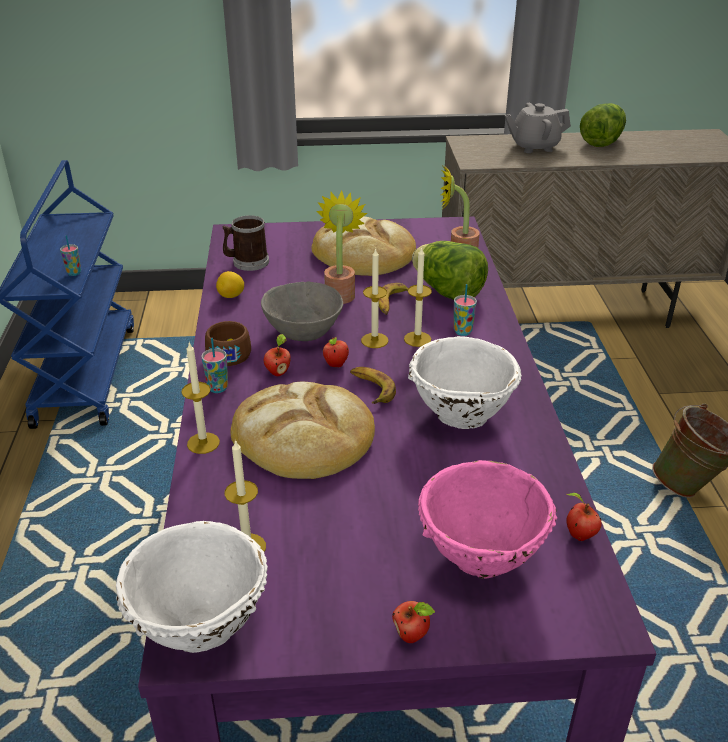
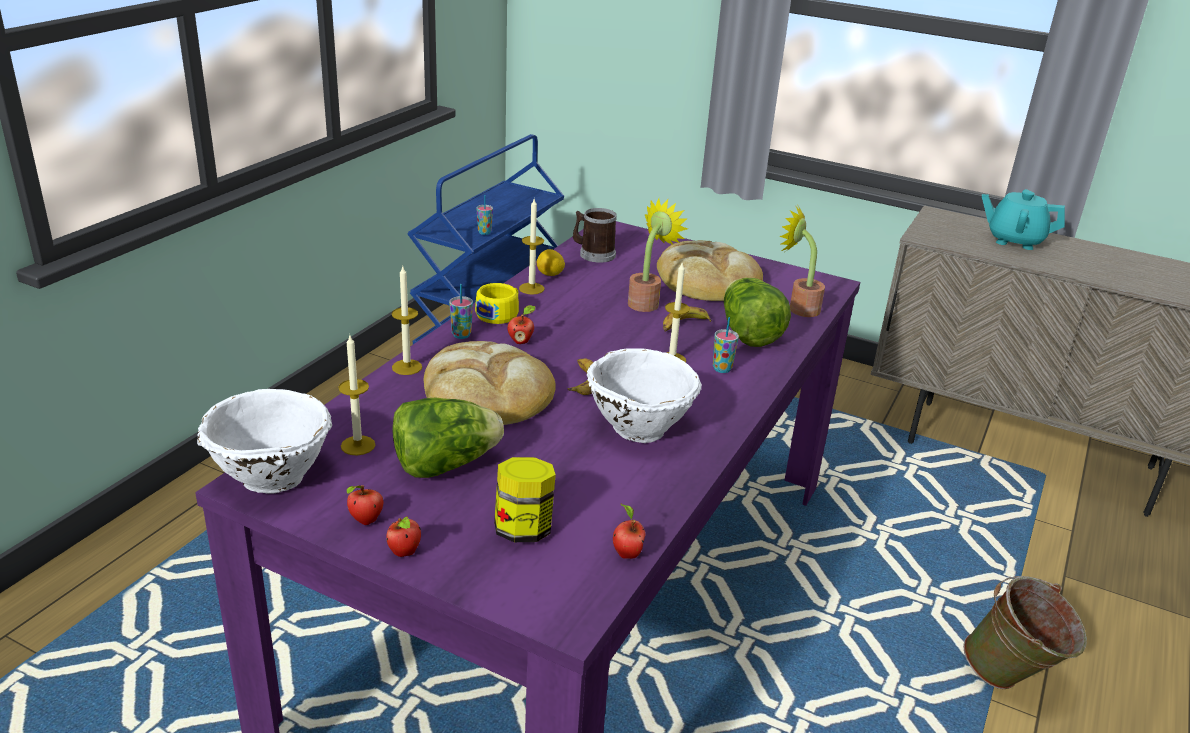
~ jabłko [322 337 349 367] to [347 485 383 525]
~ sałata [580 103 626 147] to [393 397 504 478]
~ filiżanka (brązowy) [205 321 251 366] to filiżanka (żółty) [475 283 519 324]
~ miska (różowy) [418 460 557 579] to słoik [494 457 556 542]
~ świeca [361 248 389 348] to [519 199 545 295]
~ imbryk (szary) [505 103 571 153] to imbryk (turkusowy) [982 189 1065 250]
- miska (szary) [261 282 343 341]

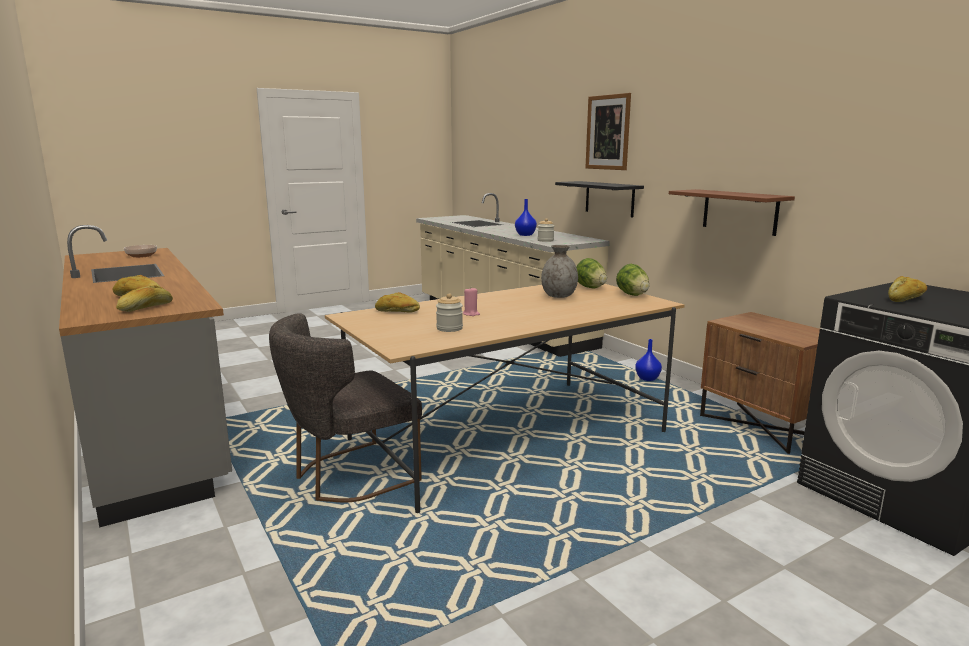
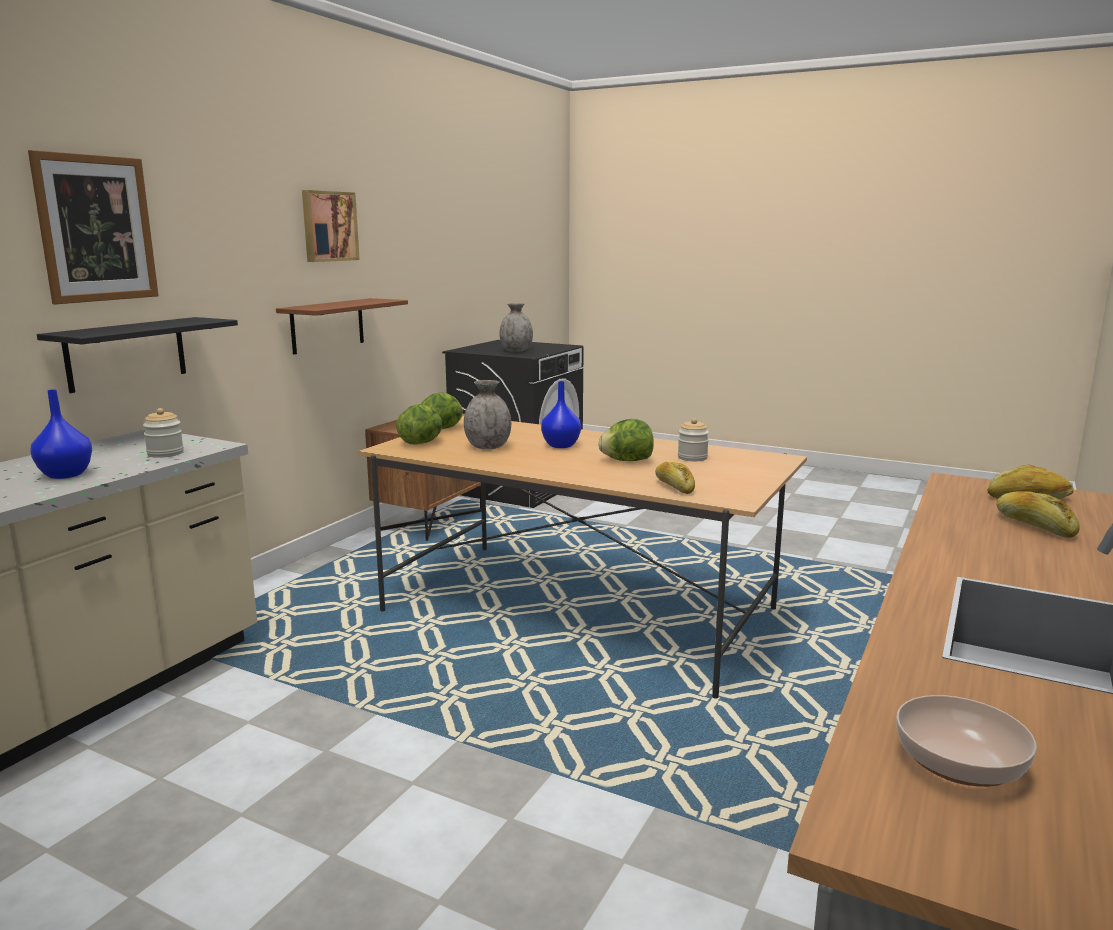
+ obraz [302 190 360 262]
~ chleb [888 276 927 302] to wazon (szary) [499 303 533 352]
~ wazon (niebieski) [635 339 662 381] to [541 381 581 448]
~ świeca (różowy) [463 288 480 316] to sałata [598 419 654 461]
- krzesło (szary) [269 313 422 503]

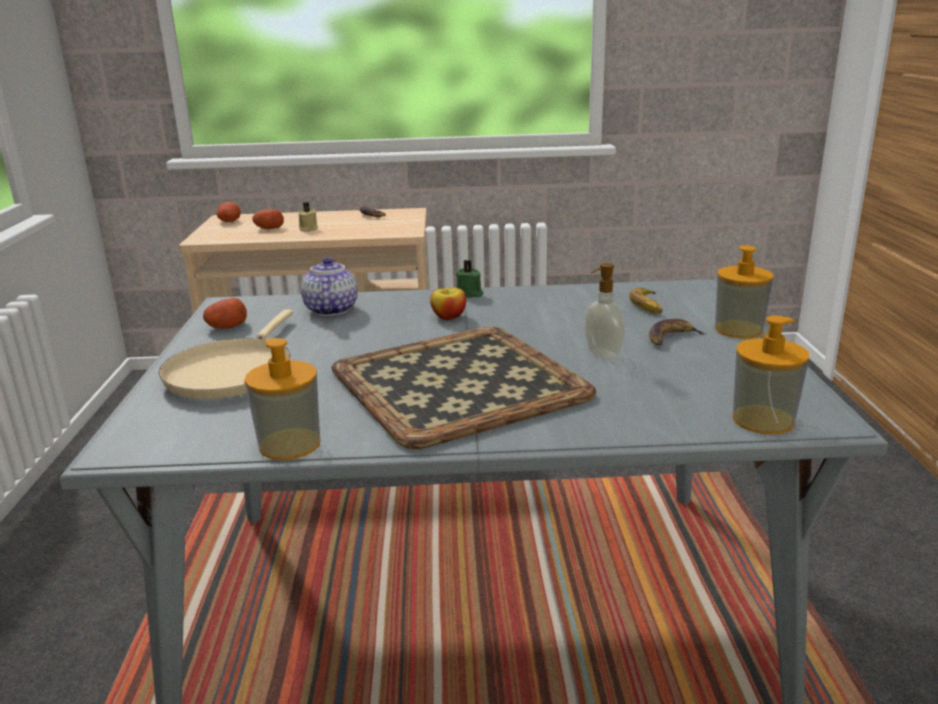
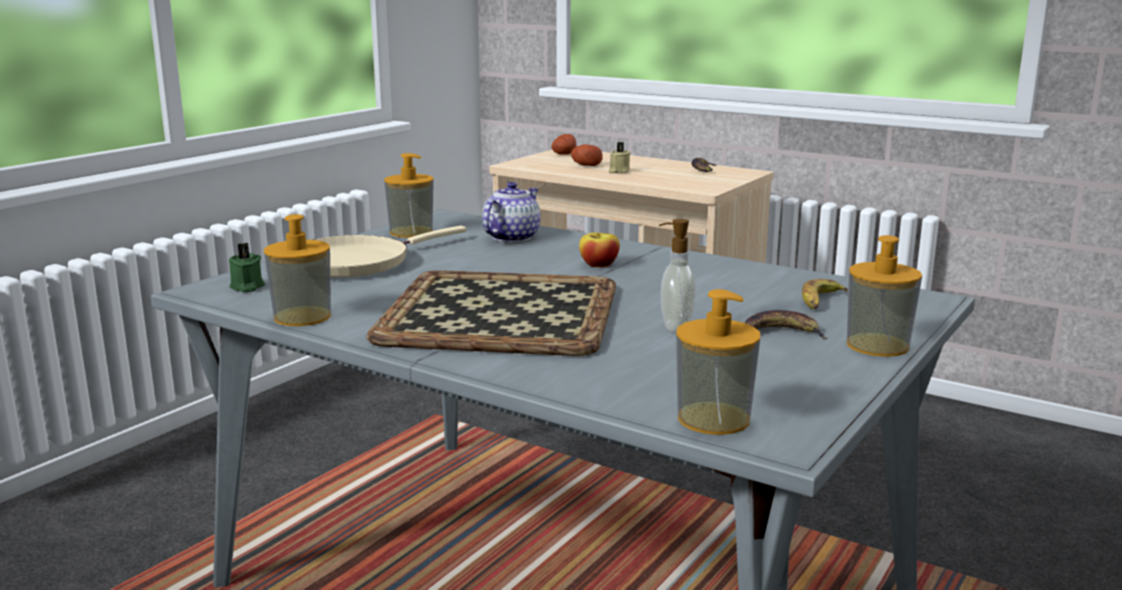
~ świeca (zielony) [456 260 483 298] to [229 243 265 292]
~ ziemniak [203 298 247 329] to dozownik mydła [384 153 434 238]

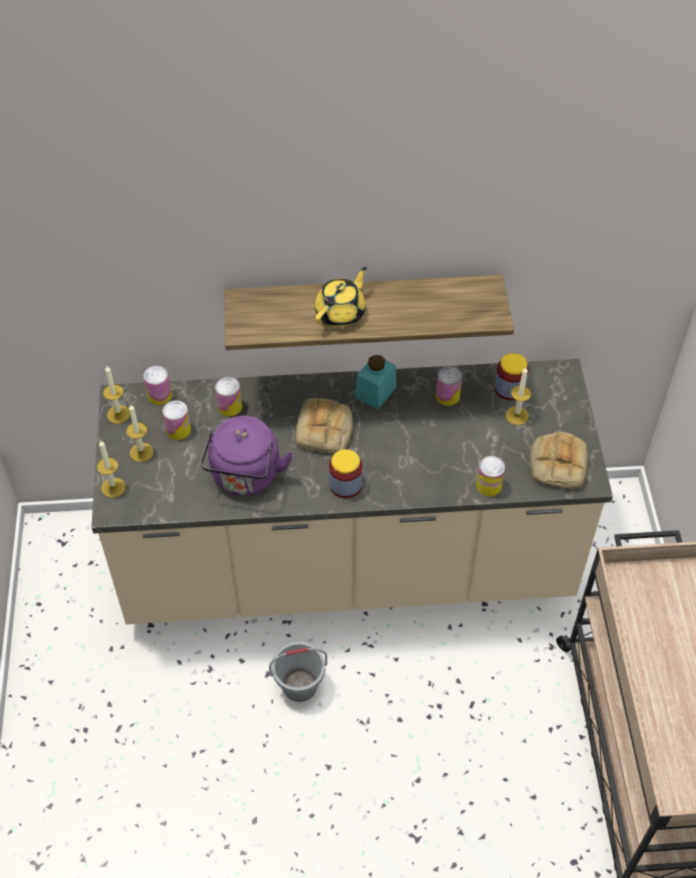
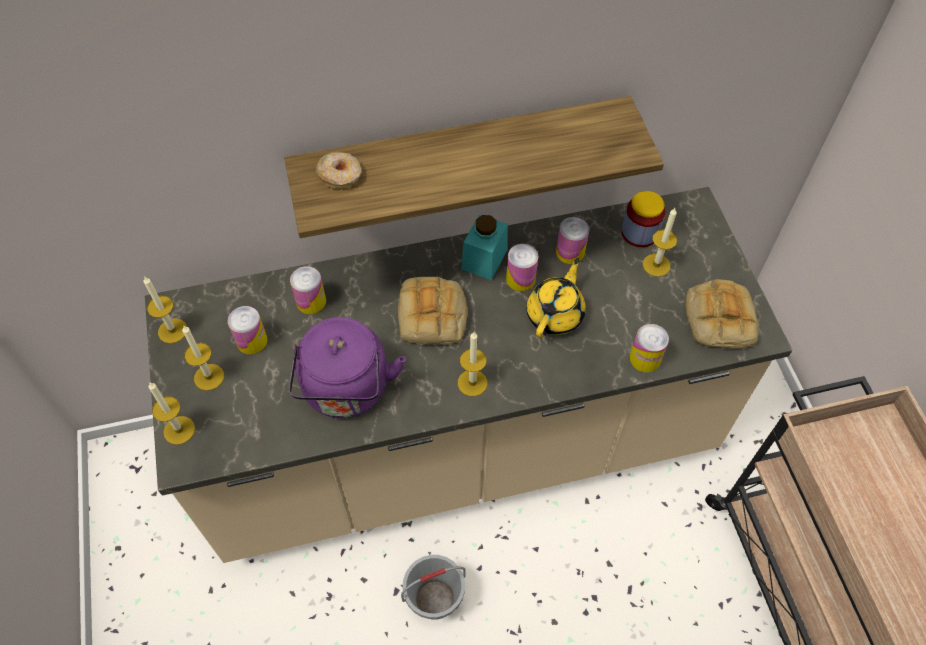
+ donut [316 152 362 189]
~ słoik [329 449 363 498] to świeca [458 332 487 396]
~ puszka [144 366 172 405] to [506 244 538 291]
~ imbryk (żółty) [315 266 367 327] to [526 258 586 338]

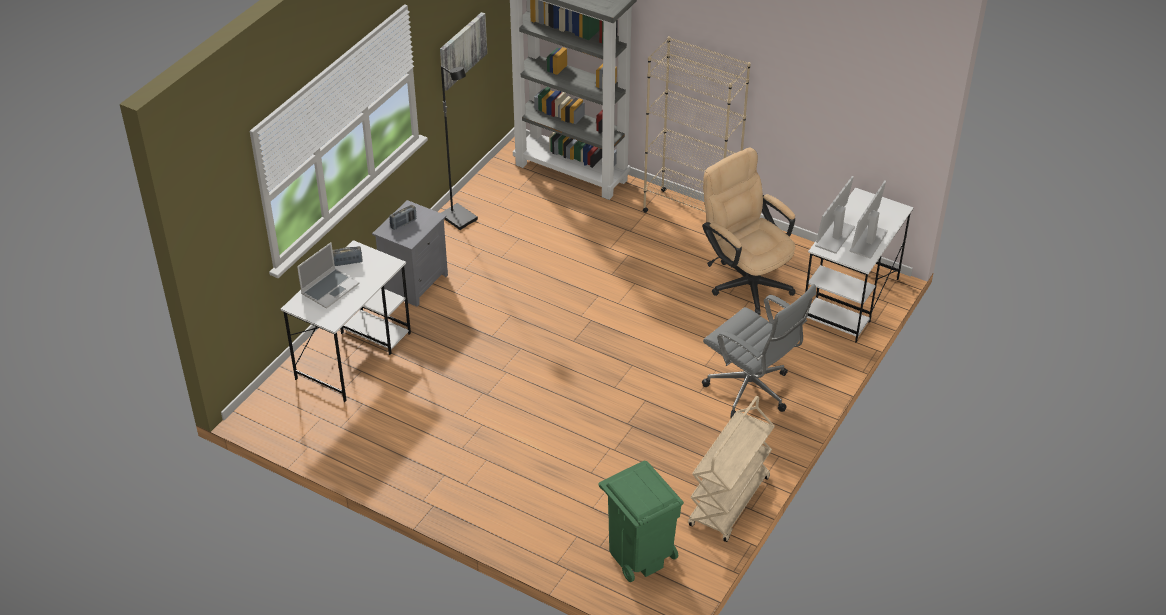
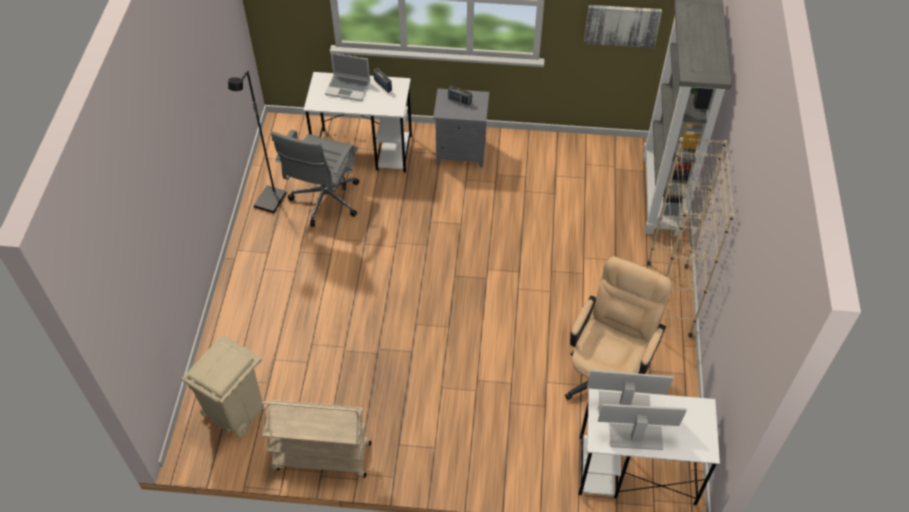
~ kosz na śmieci (zielony) [599 461 684 582] to kosz na śmieci (beżowy) [181 335 263 438]
~ lampa stojąca (czarny) [441 66 478 230] to [228 70 287 213]
~ krzesło biurowe (szary) [702 284 816 418] to [271 130 359 227]

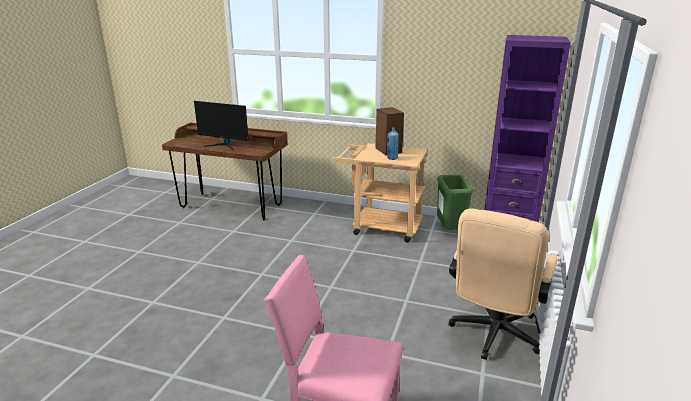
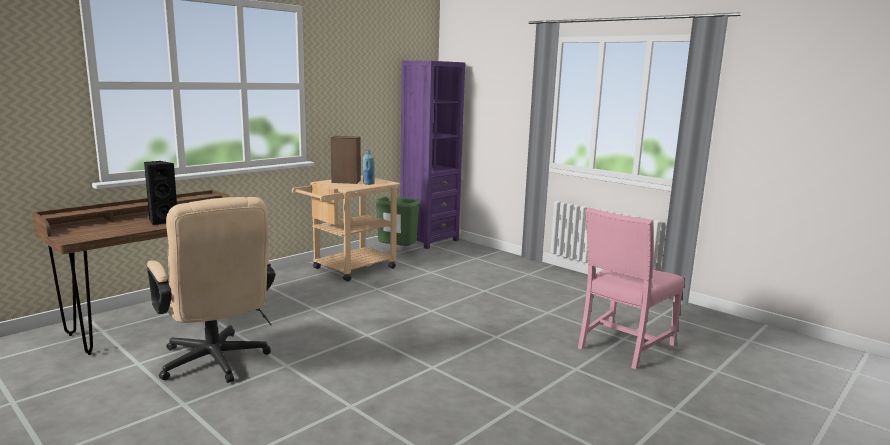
~ monitor [194 101 249 151] to głośnik (czarny) [144 161 177 225]
~ krzesło biurowe (beżowy) [449 208 558 360] to [147 197 275 383]

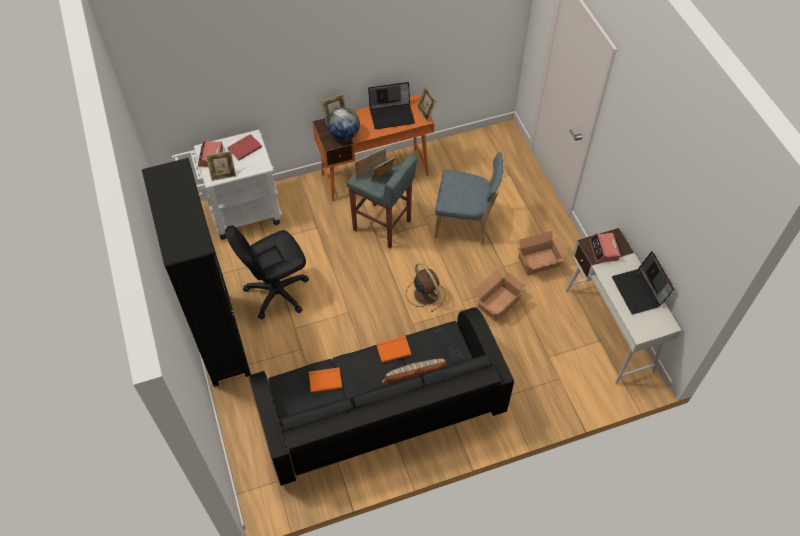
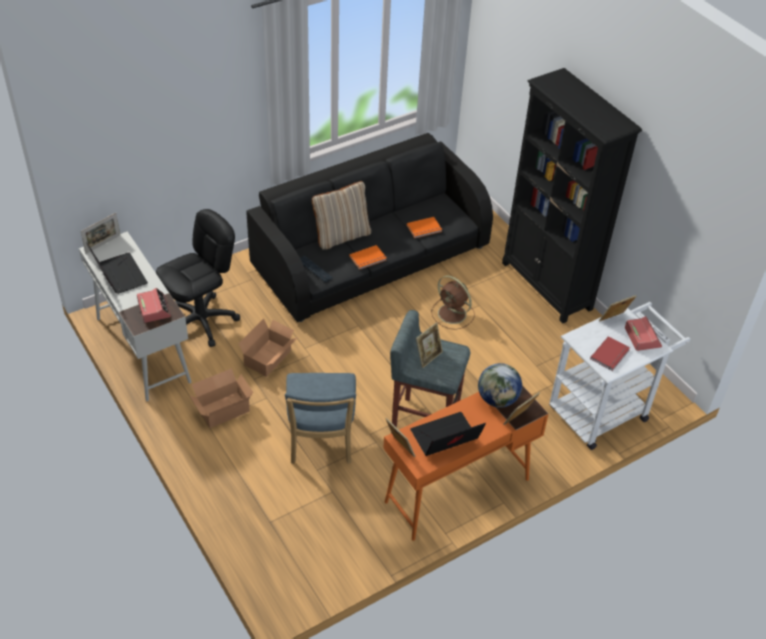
~ ramka na zdjęcie [354 148 386 179] to [80 213 120 254]
~ krzesło biurowe (czarny) [225 225 309 319] to [156 209 240 347]
~ krzesło (niebieski) [434 152 505 245] = [285 373 356 464] 90 degrees counterclockwise
~ wentylator (brązowy) [406 263 445 312] to [431 276 475 330]

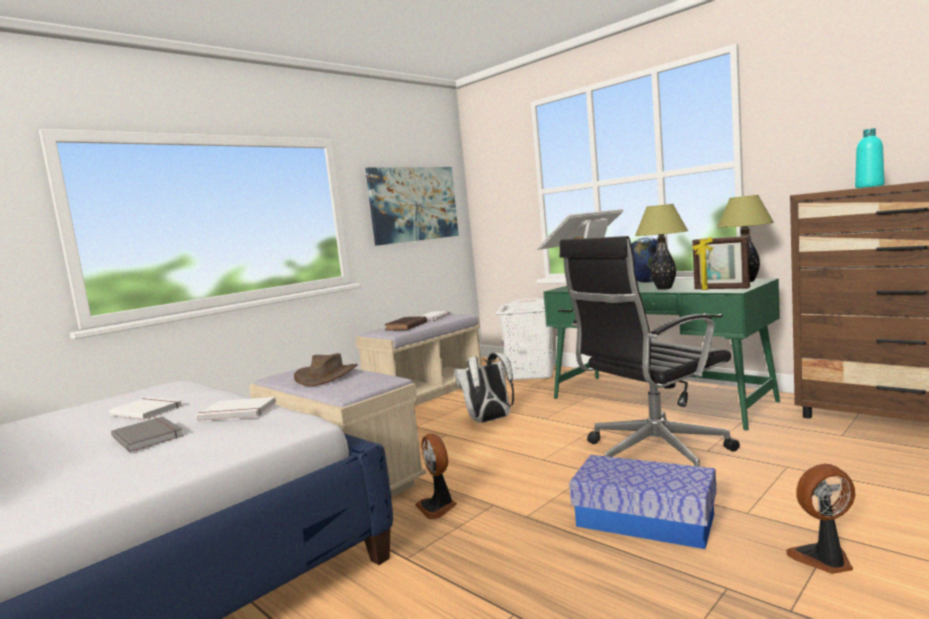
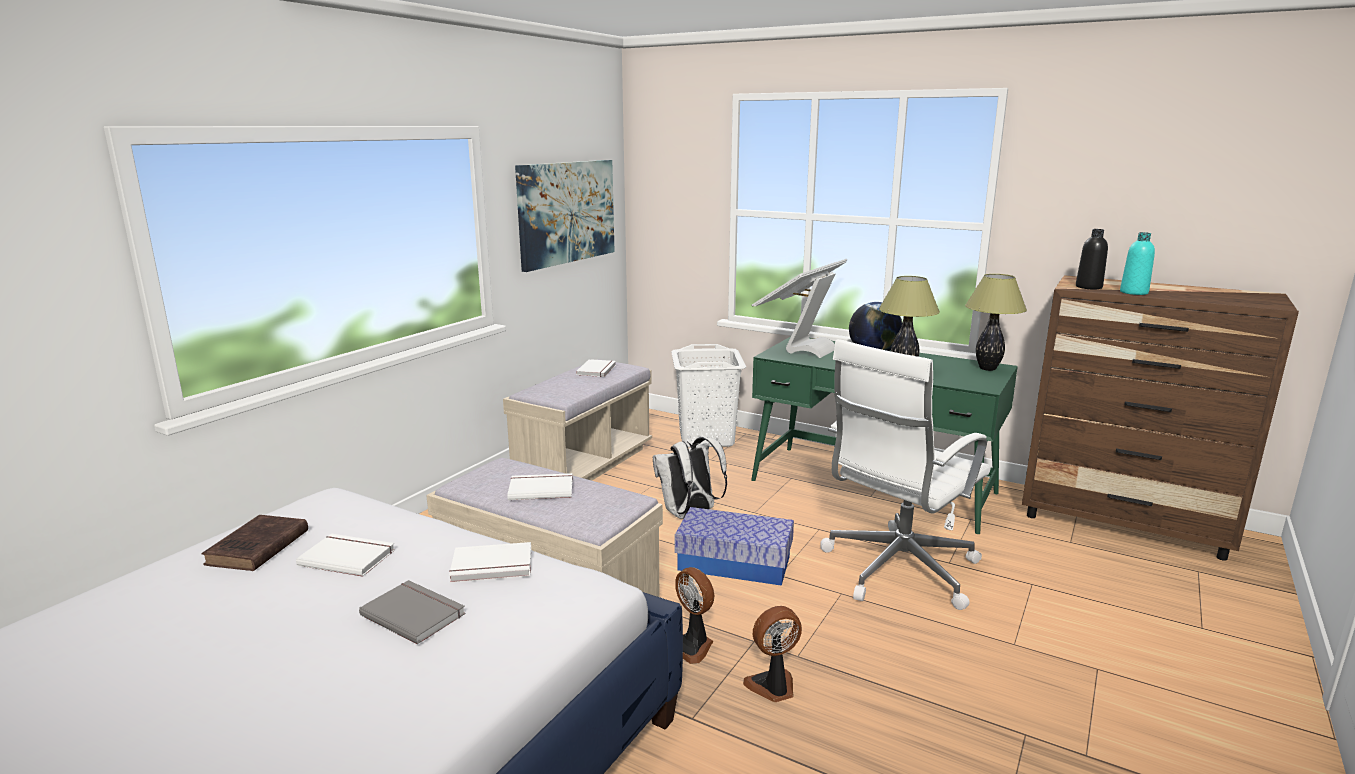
~ książka (brązowy) [384 316 427 331] to [201 515 308 571]
~ kapelusz (brązowy) [294 353 358 386] to książka (biały) [507 473 573 500]
~ pojemnik do przechowywania [569 455 717 549] to [675 507 794 586]
~ wentylator [786 464 855 574] to [743 606 802 702]
~ krzesło biurowe (czarny) [559 236 740 467] to krzesło biurowe (biały) [820 339 991 610]
+ butelka (czarny) [1076 229 1108 289]
- ramka na zdjęcie [692 236 750 290]

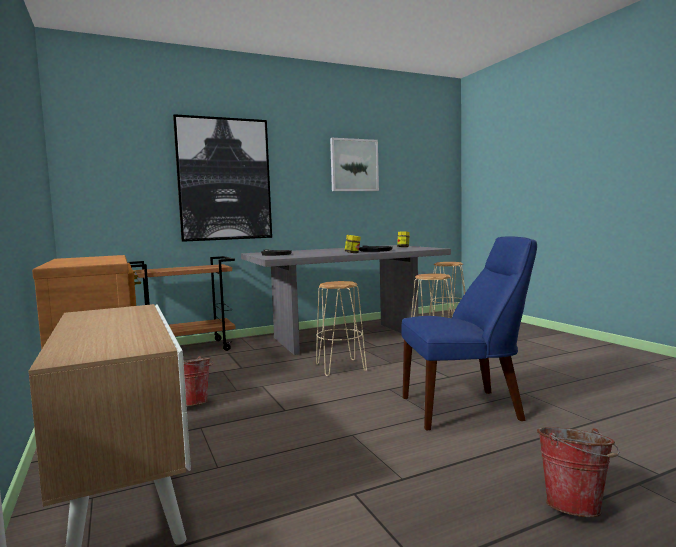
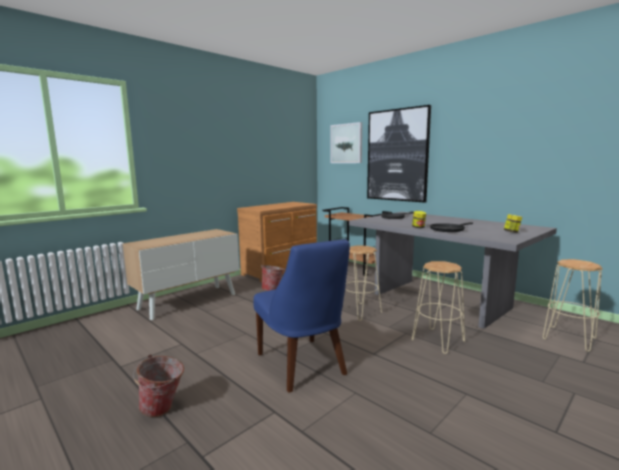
~ obraz [330 138 379 191] to [330 122 362 163]

